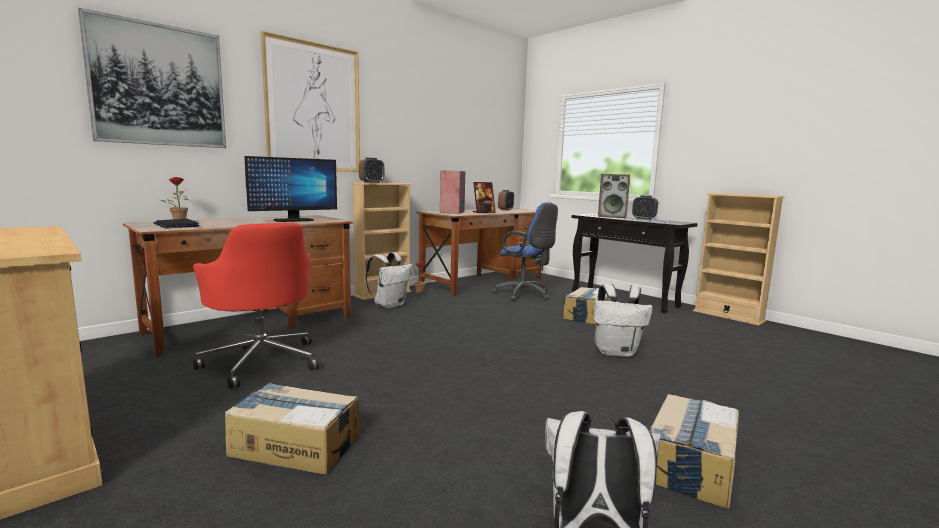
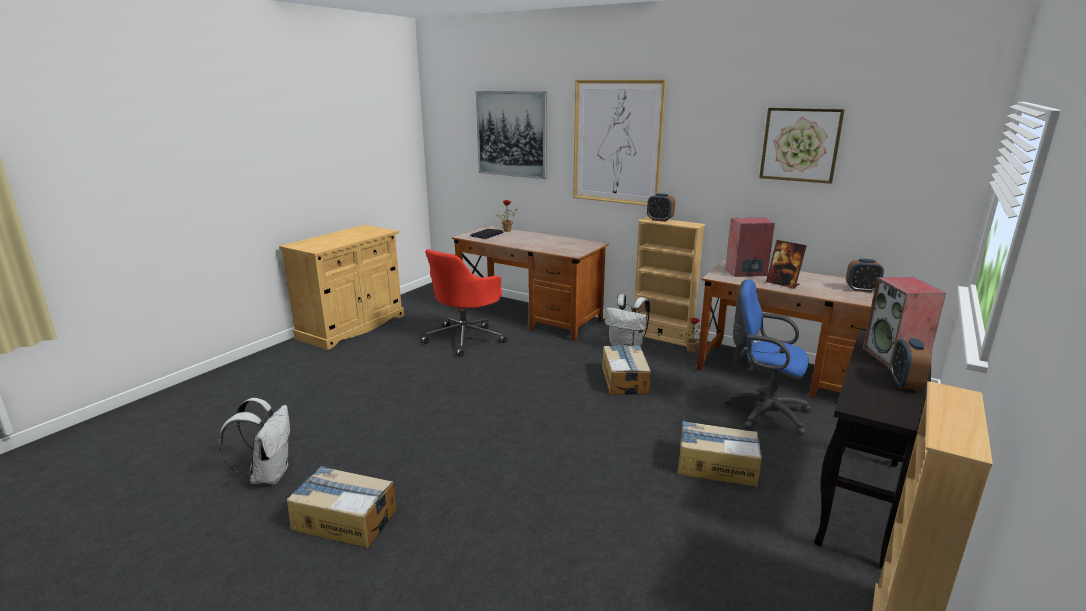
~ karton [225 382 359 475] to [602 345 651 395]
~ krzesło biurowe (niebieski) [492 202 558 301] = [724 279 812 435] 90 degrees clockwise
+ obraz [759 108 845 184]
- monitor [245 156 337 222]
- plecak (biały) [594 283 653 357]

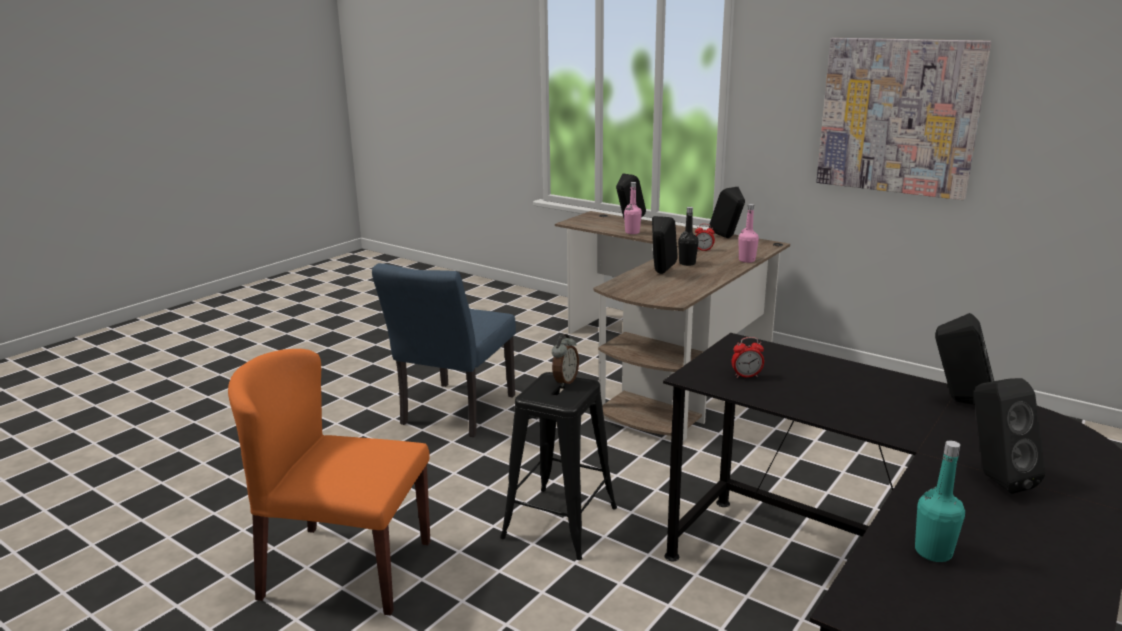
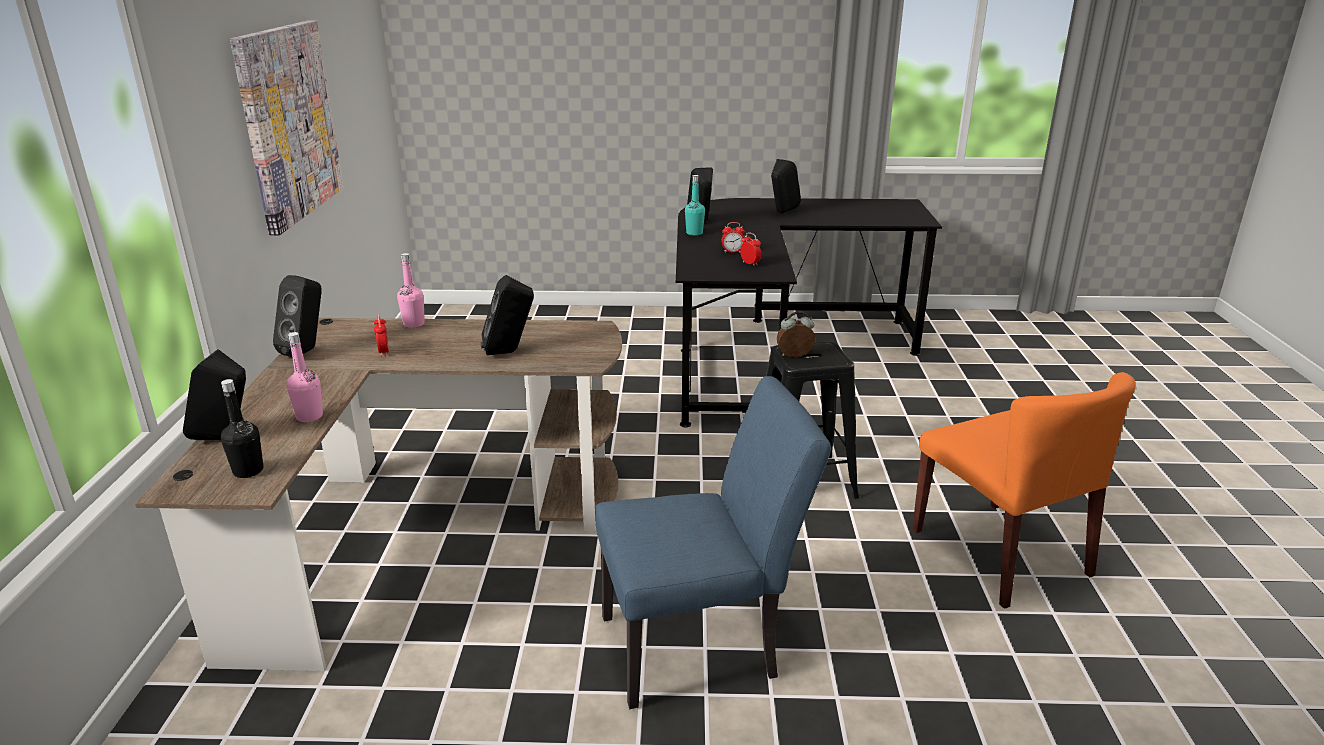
~ butelka (czarny) [678 207 699 266] to [221 379 263 478]
~ butelka (turkusowy) [915 441 965 562] to [685 175 705 236]
+ budzik [722 222 745 253]

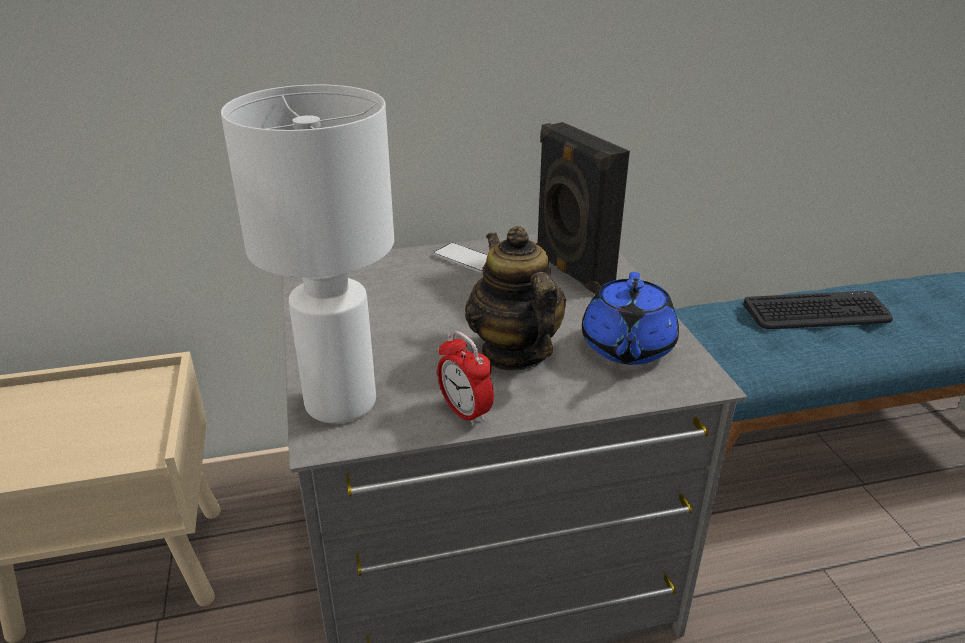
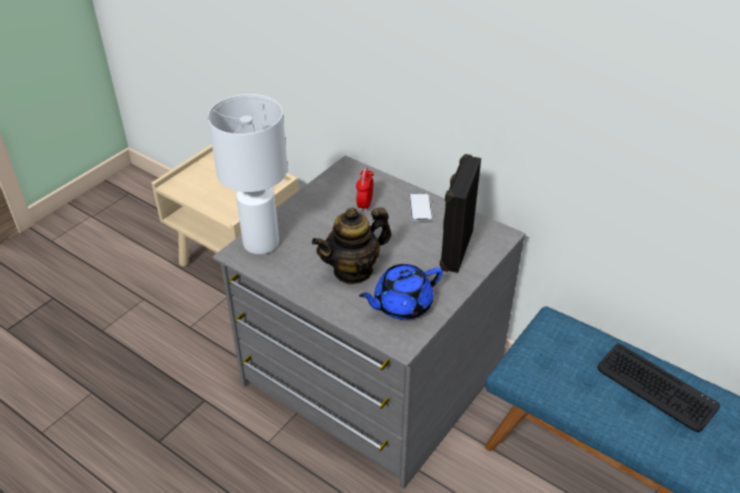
~ imbryk [465 226 566 371] = [312 207 392 285] 150 degrees counterclockwise
~ budzik [437 331 494 426] to [356 167 374 212]

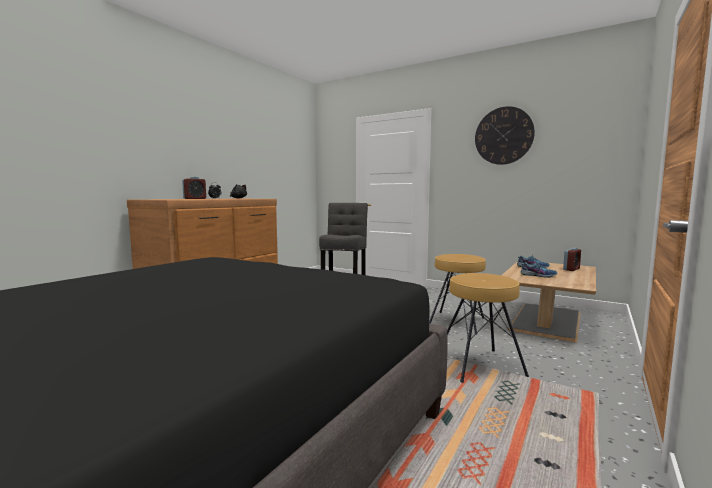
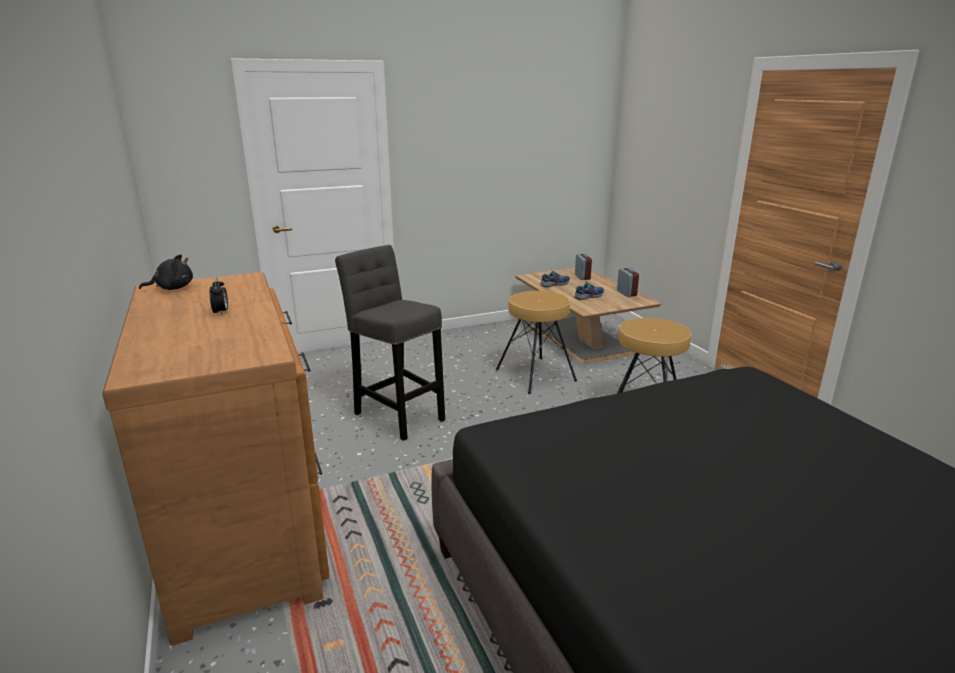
~ budzik [182 177 206 199] to [617 268 639 297]
- zegar ścienny [475 106 535 165]

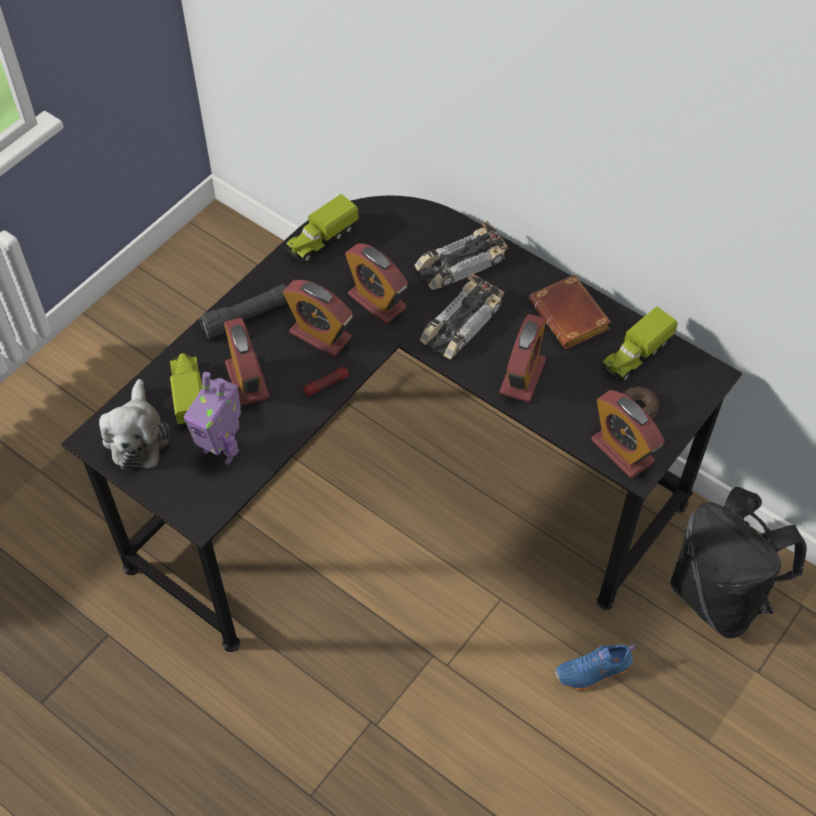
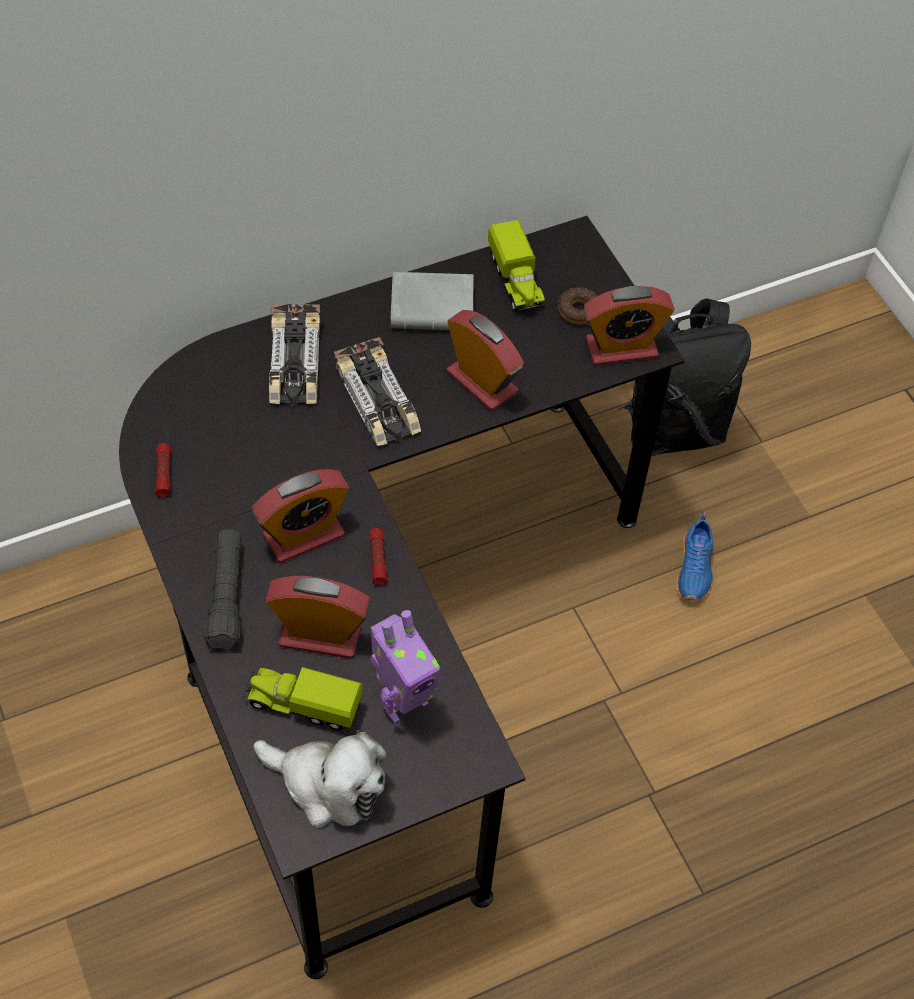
~ ciężarówka zabawkowa [284 194 359 263] to latarka [156 443 171 497]
~ książka (brązowy) [530 275 611 349] to książka (szary) [391 272 474 330]
- budzik [345 243 408 324]

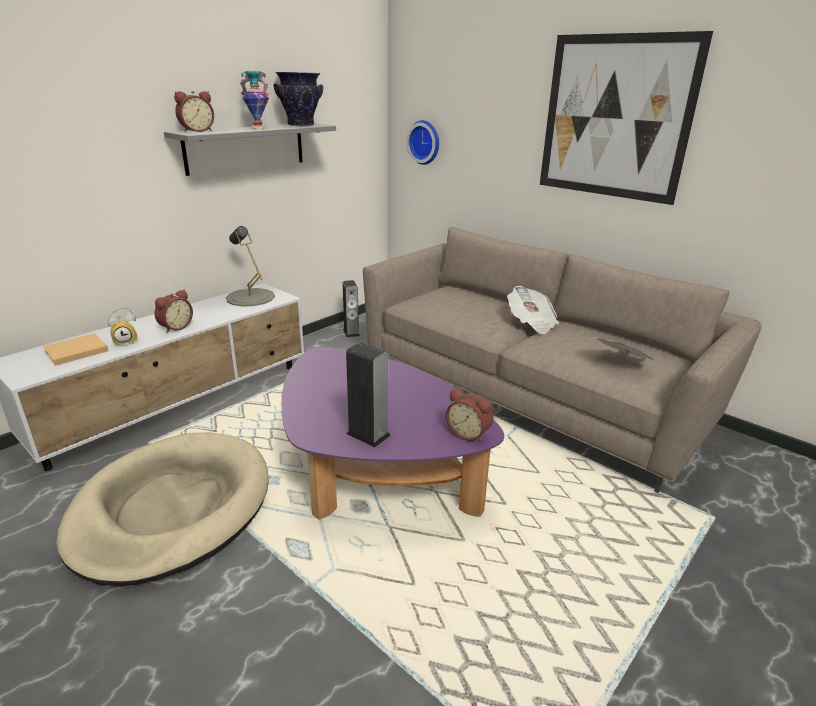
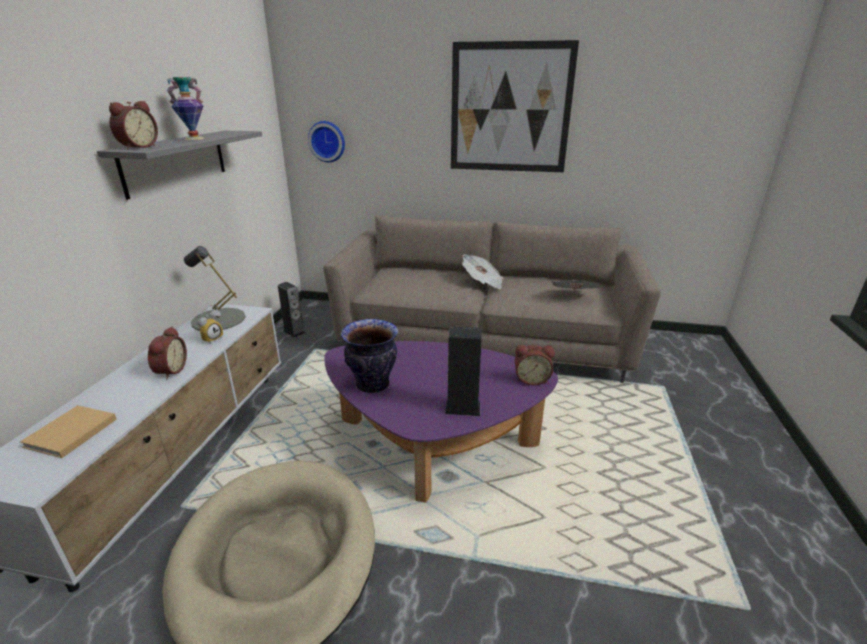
~ budzik [107 307 137 345] to [197 305 223 344]
~ wazon [274 72 323 126] to [341 319 398 393]

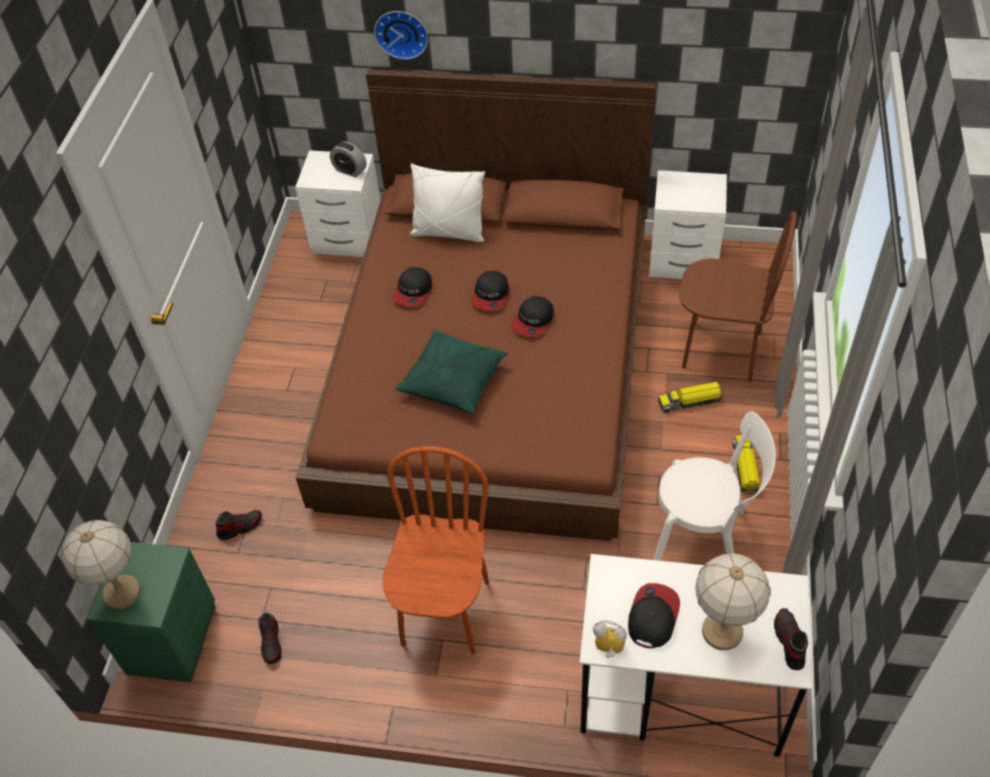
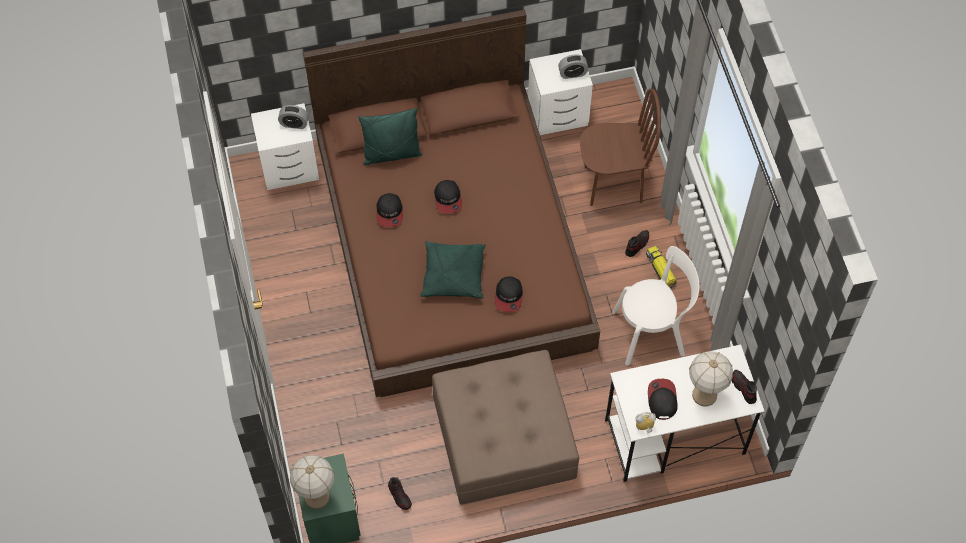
~ poduszka (biały) [410 163 485 242] to poduszka (zielony) [358 108 423 165]
~ krzesło (brązowy) [382 446 489 655] to pufa (brązowy) [432 350 579 505]
~ czapka z daszkiem [511 296 554 337] to [495 276 523 312]
+ budzik [558 54 588 79]
~ but [216 510 262 540] to [625 230 649 257]
- zegar ścienny [374 11 428 59]
- ciężarówka zabawkowa [658 382 723 413]

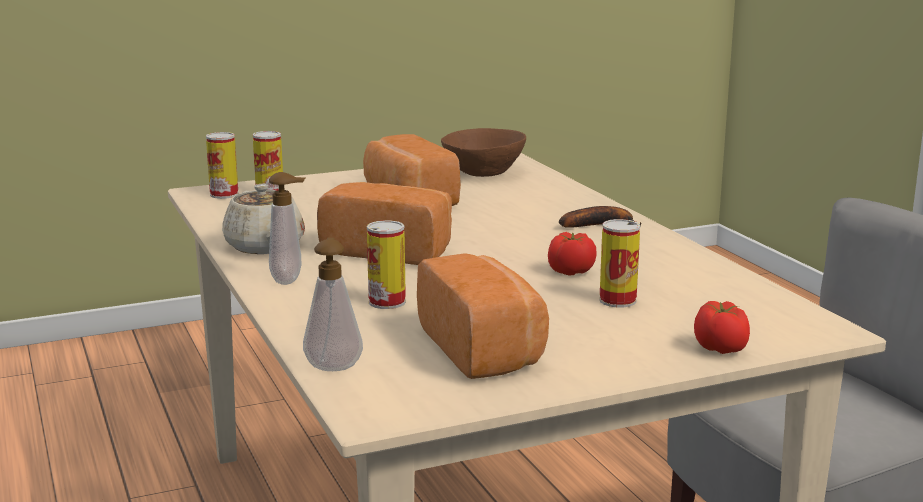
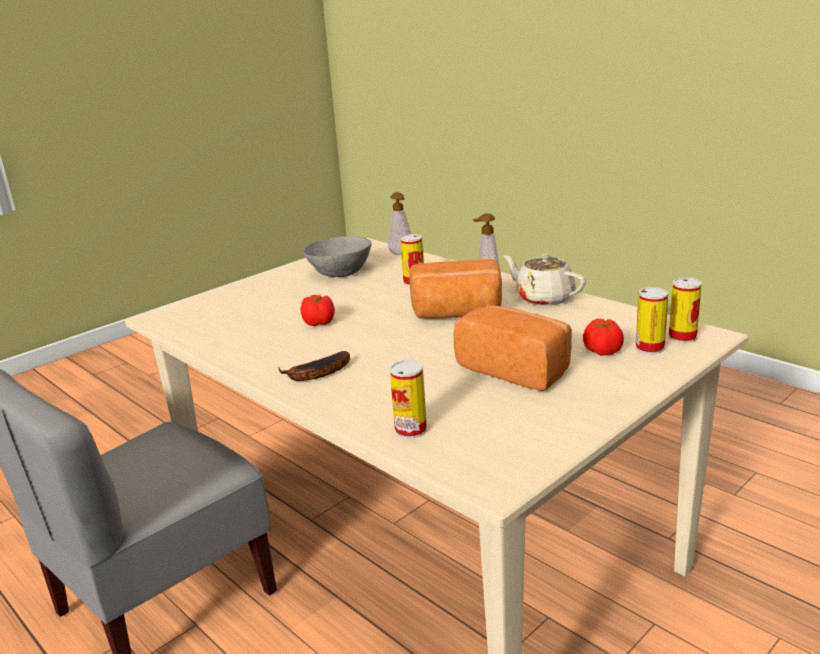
~ chleb [417 253 549 379] to miska (szary) [303 236 372 277]
~ puszka [599 219 640 307] to [390 360 427 439]
~ pomidor [694 301 750 354] to [583 319 624 356]
- miska (brązowy) [441 128 526 177]

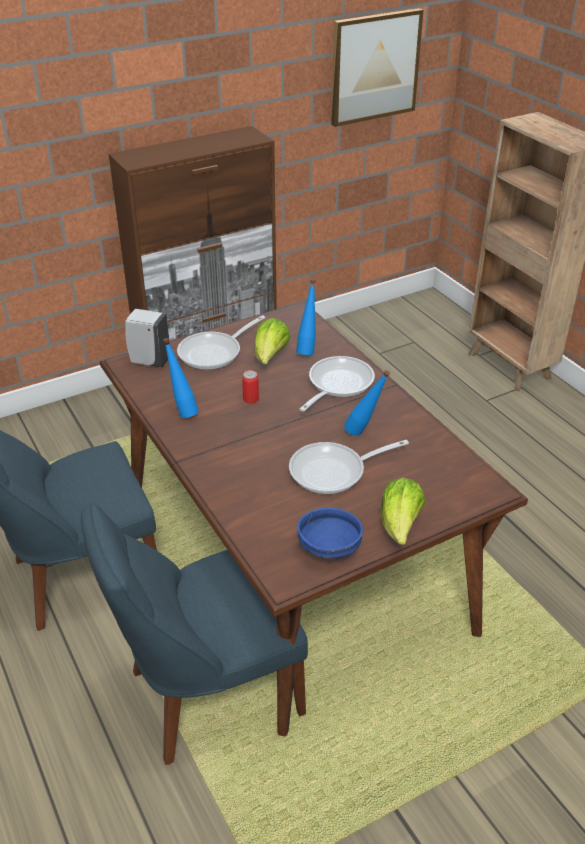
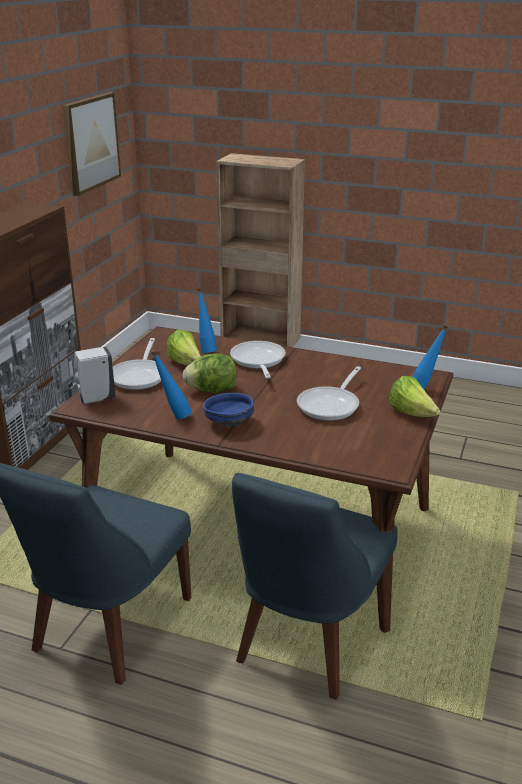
~ puszka [242 370 259 403] to sałata [183 353 236 393]
~ miska (niebieski) [297 507 363 559] to [203 393 254 427]
~ butelka (niebieski) [344 370 390 436] to [412 324 449 390]

